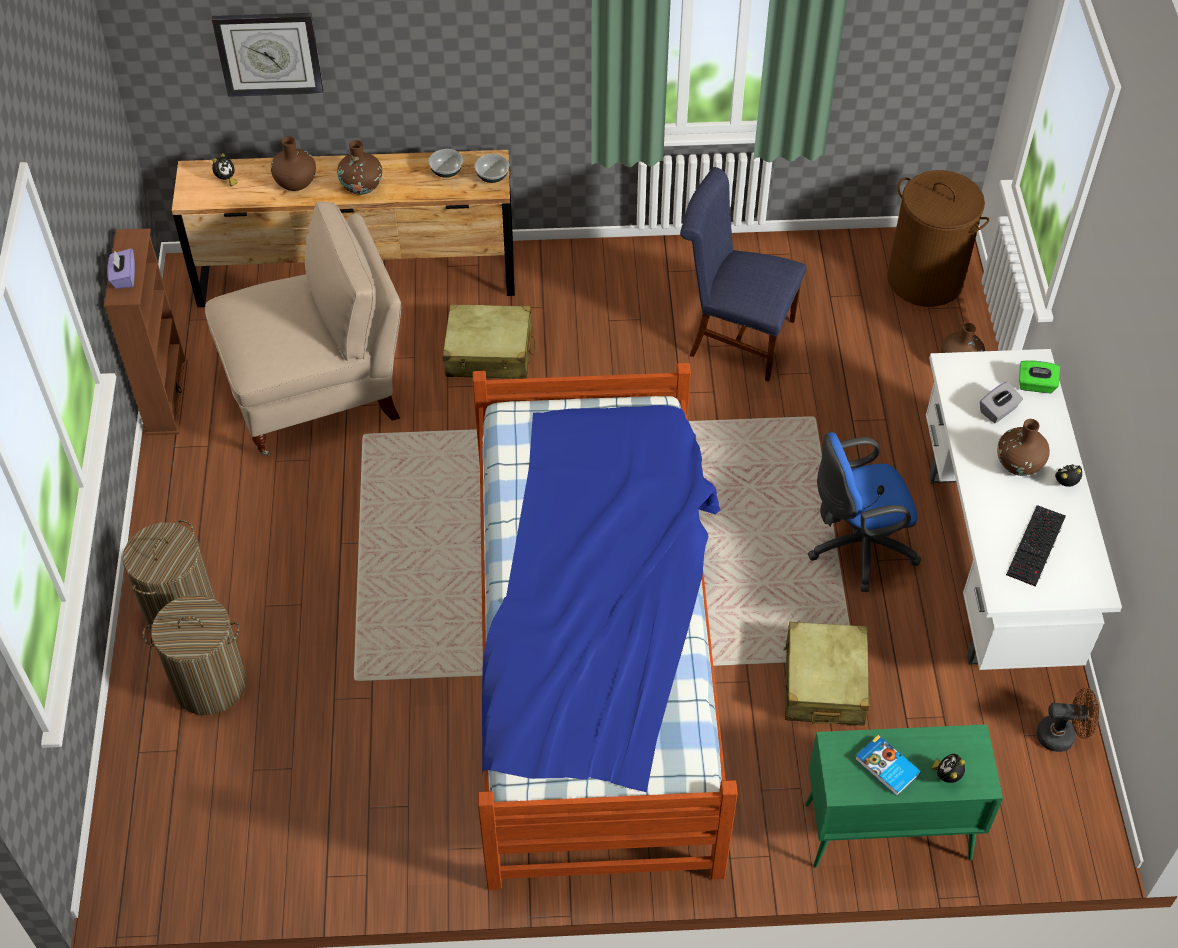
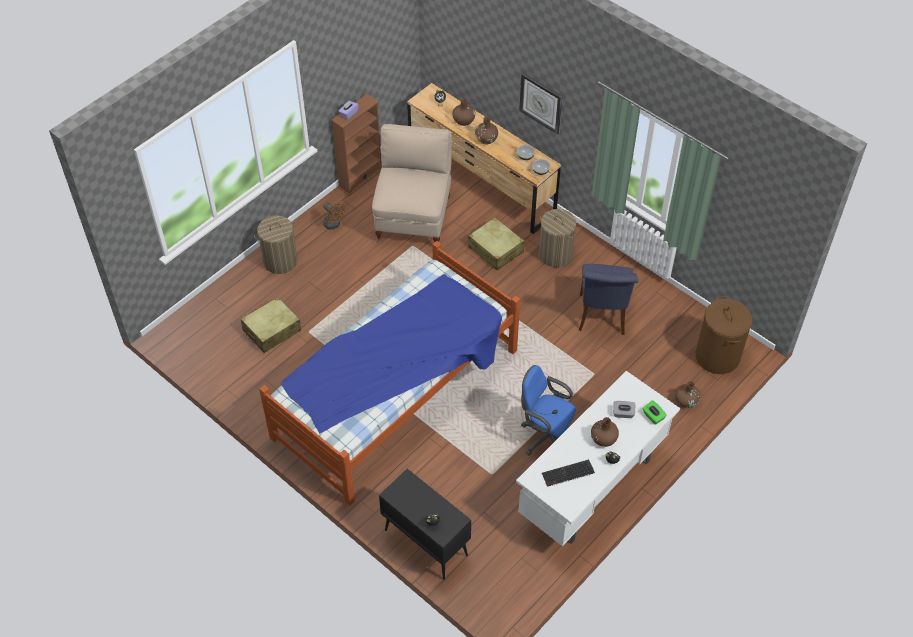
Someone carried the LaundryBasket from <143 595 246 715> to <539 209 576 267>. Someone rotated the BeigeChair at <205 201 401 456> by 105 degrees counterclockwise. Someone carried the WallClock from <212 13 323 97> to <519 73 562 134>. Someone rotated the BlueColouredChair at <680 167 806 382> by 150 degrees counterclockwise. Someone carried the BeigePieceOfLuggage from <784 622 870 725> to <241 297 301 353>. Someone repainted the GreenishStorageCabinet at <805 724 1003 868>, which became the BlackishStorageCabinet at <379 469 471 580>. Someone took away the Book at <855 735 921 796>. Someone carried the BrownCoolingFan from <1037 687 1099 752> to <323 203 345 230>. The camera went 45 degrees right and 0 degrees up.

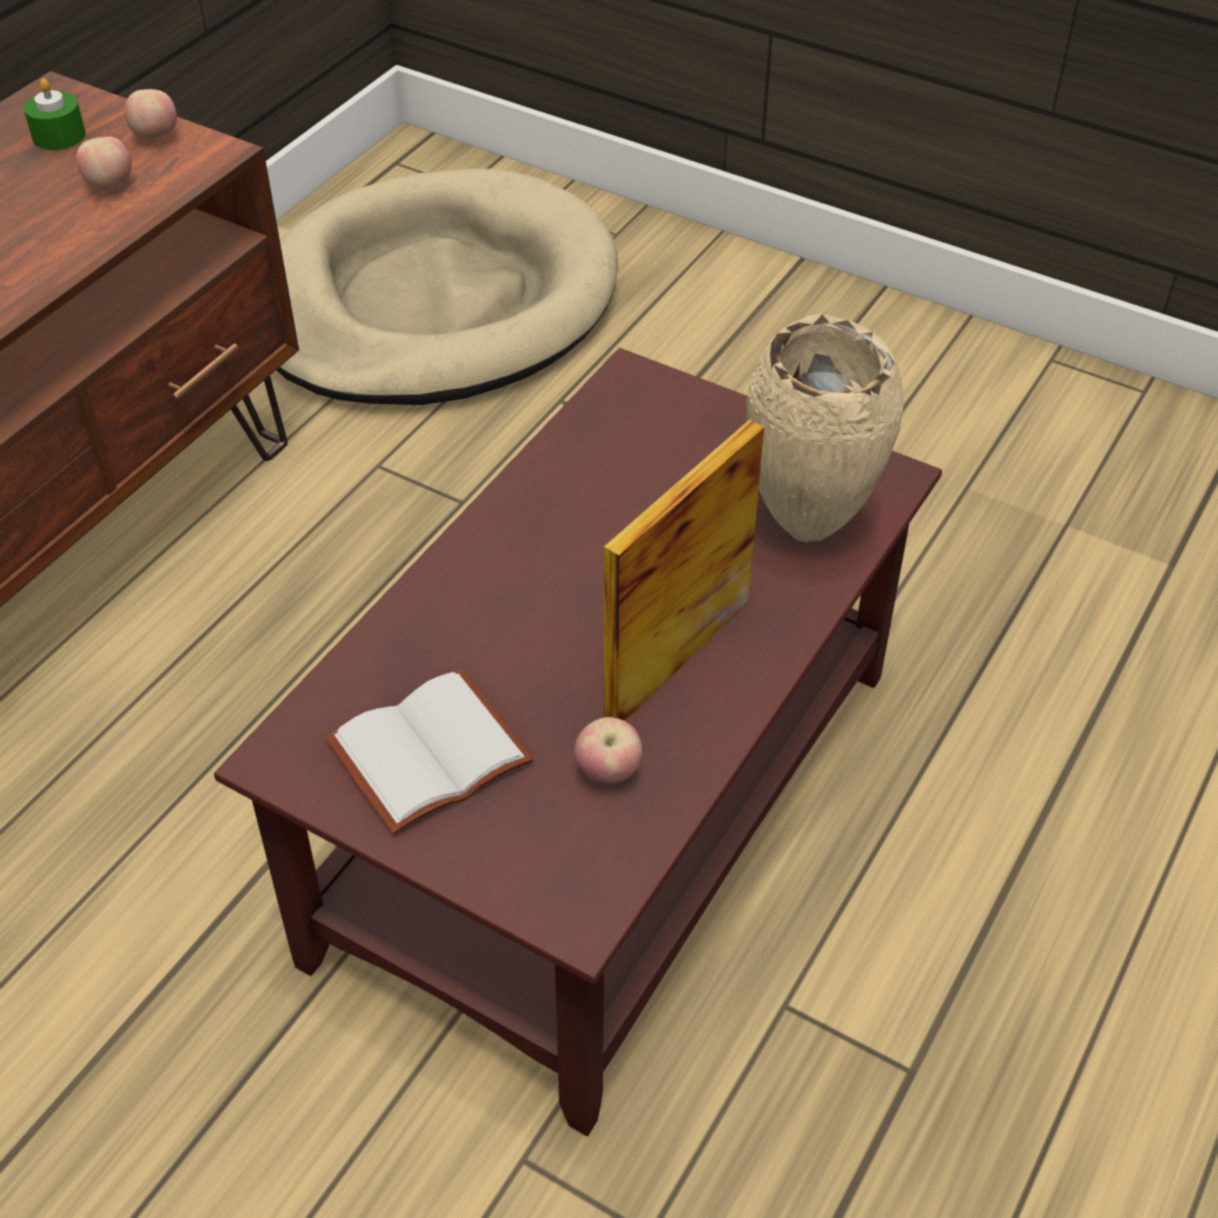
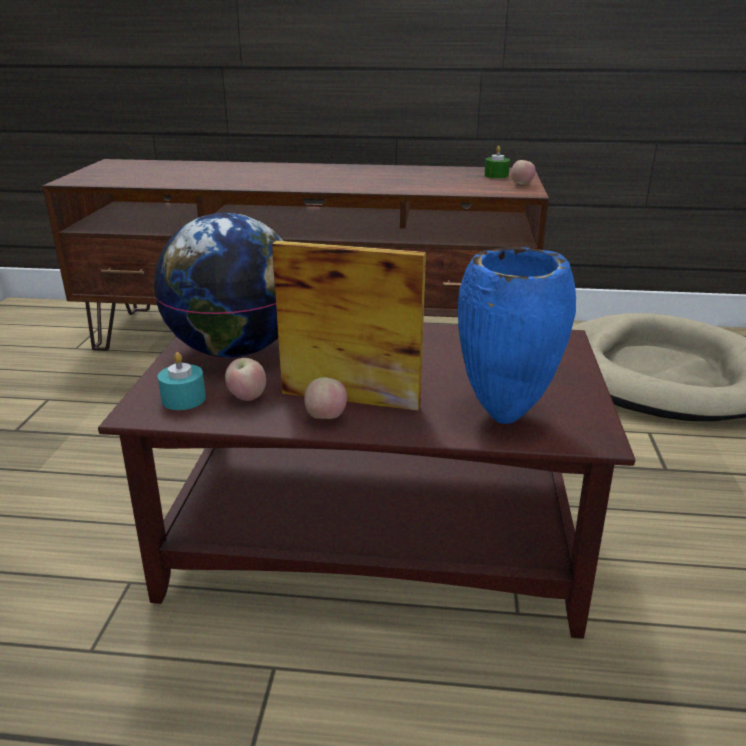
Someone carried the Apple from <76 137 132 191> to <304 377 347 419>. Someone swapped the WhiteBook at <326 670 533 834> for the WorldGlobe at <153 213 283 358>. Someone repainted the BeigeVase at <746 314 904 542>, which became the BlueColouredVase at <458 247 576 424>. Someone put down the BlueGreenCandle at <158 352 206 410>. The camera went 65 degrees right and 20 degrees down.

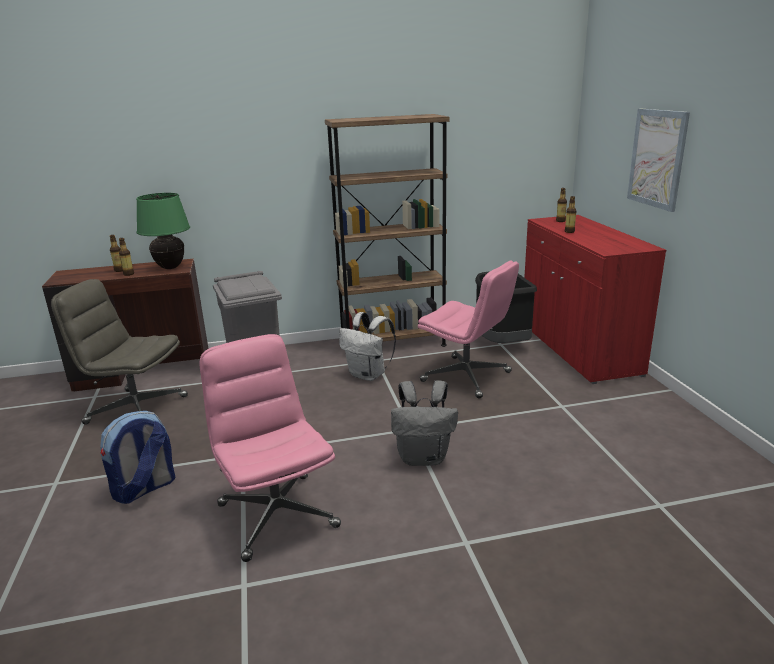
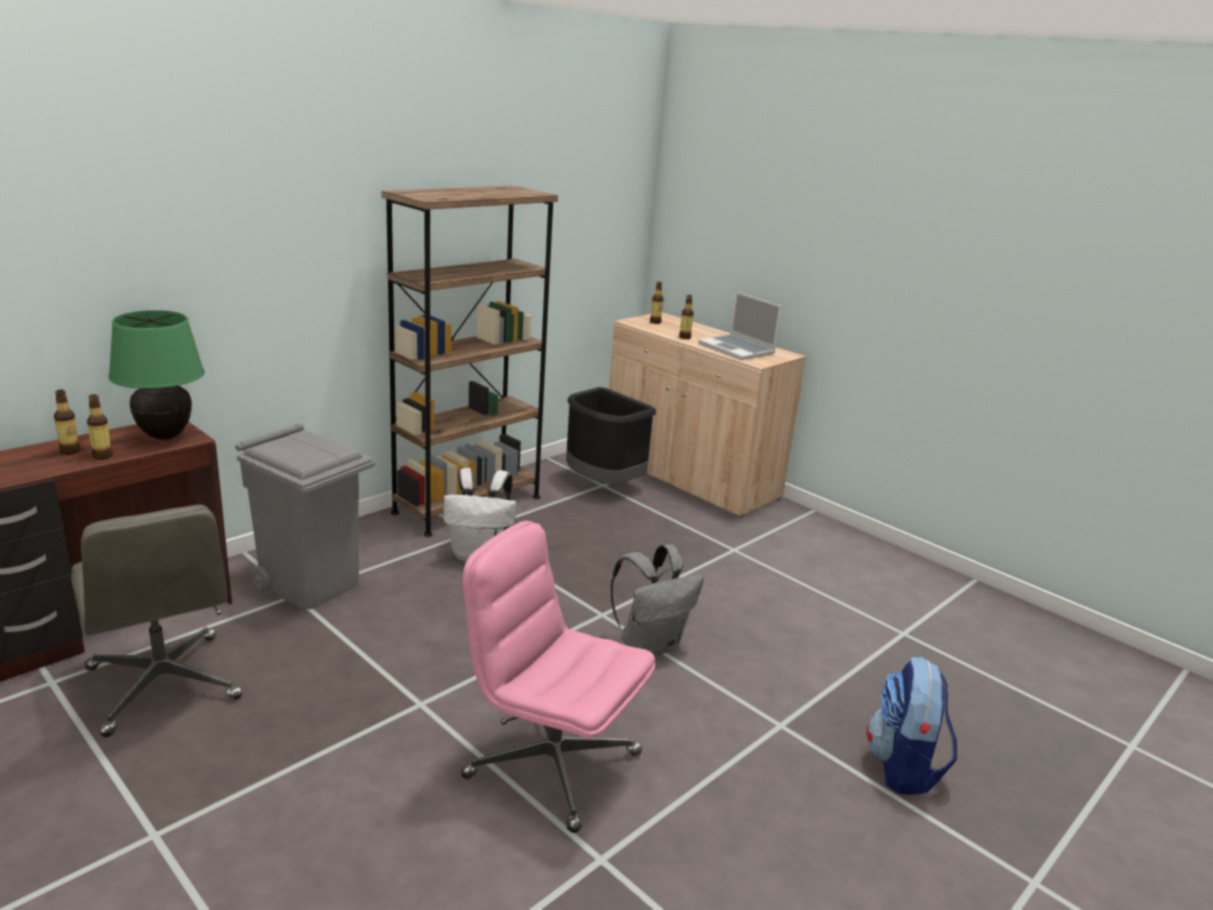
Someone rotated the GreyOfficeChair at <51 279 188 425> by 105 degrees counterclockwise. Someone carried the Backpack from <100 411 175 504> to <866 657 957 795>. Someone took away the PinkOfficeChair at <418 260 519 399>. Someone repainted the RedStorageCabinet at <524 215 666 384>, which became the BeigeStorageCabinet at <609 312 806 518>. Someone took away the WallPicture at <627 109 690 212>. Someone put down the Laptop at <698 291 782 360>. The camera went 35 degrees left and 0 degrees up.

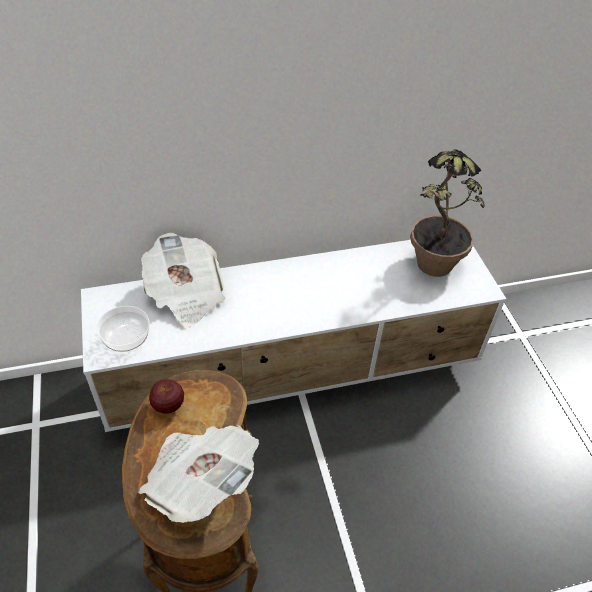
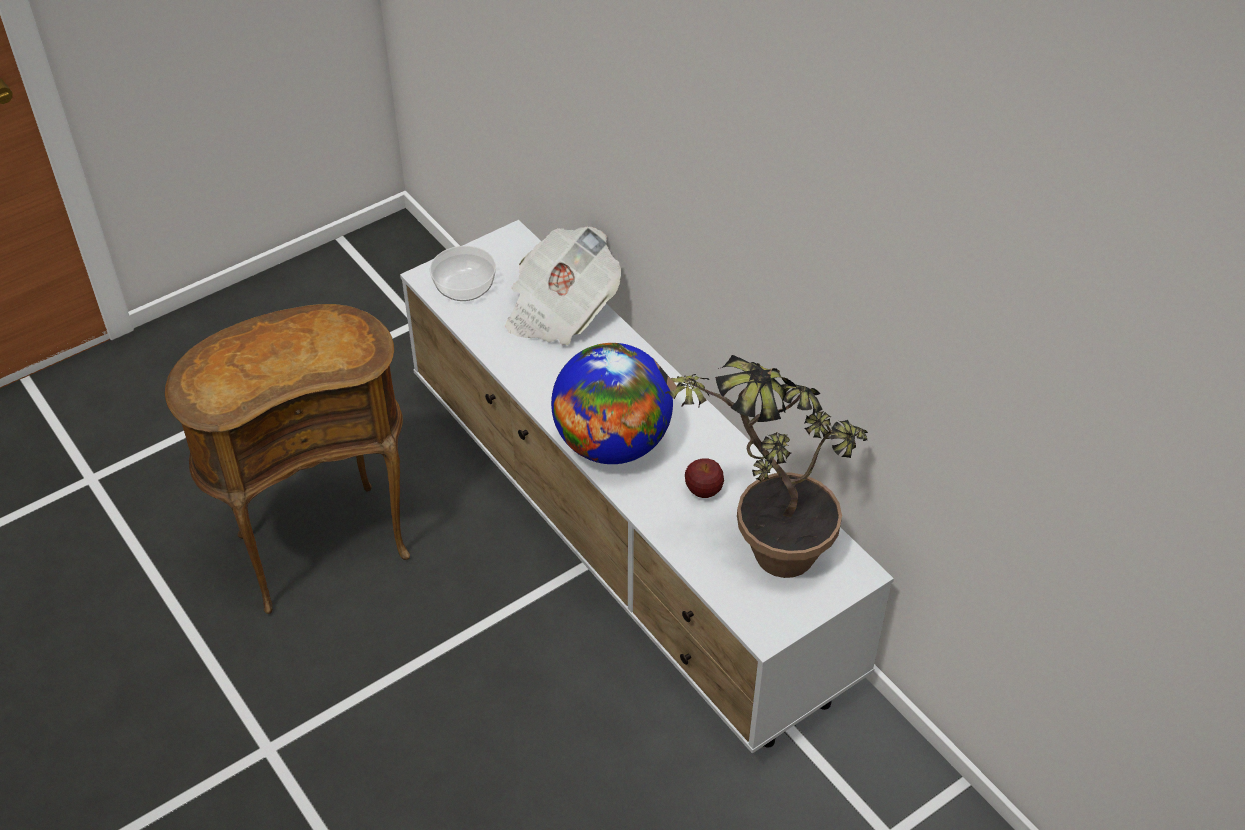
Someone took away the PrintedPaper at <138 425 259 523>. Someone carried the Apple from <149 379 184 414> to <685 459 724 498>. Someone put down the WorldGlobe at <551 343 673 464>. The camera went 70 degrees right and 0 degrees up.

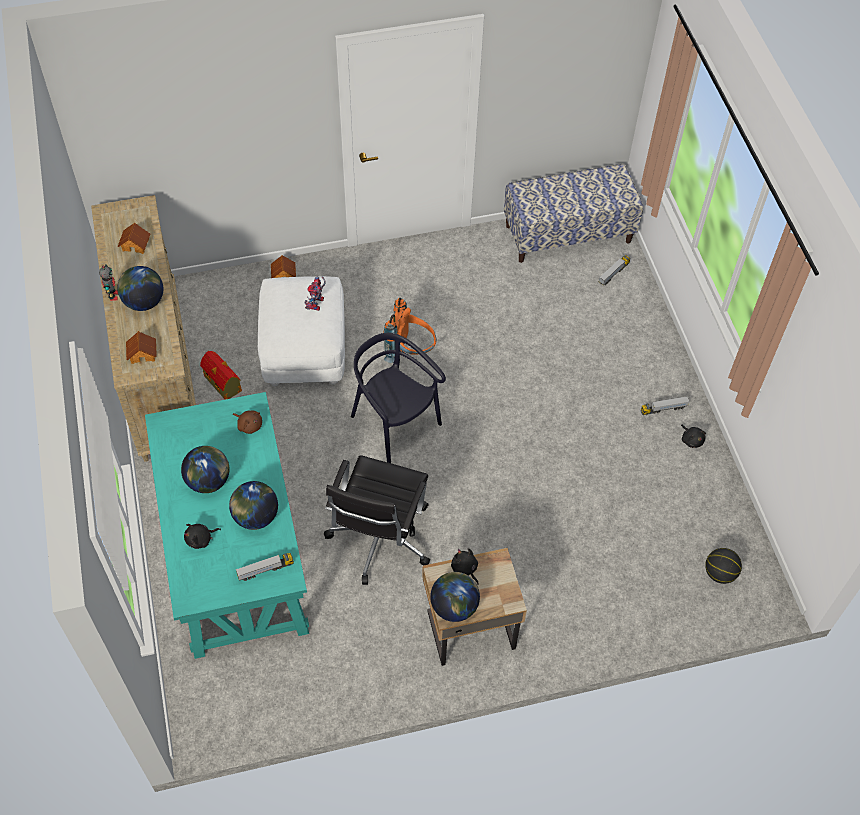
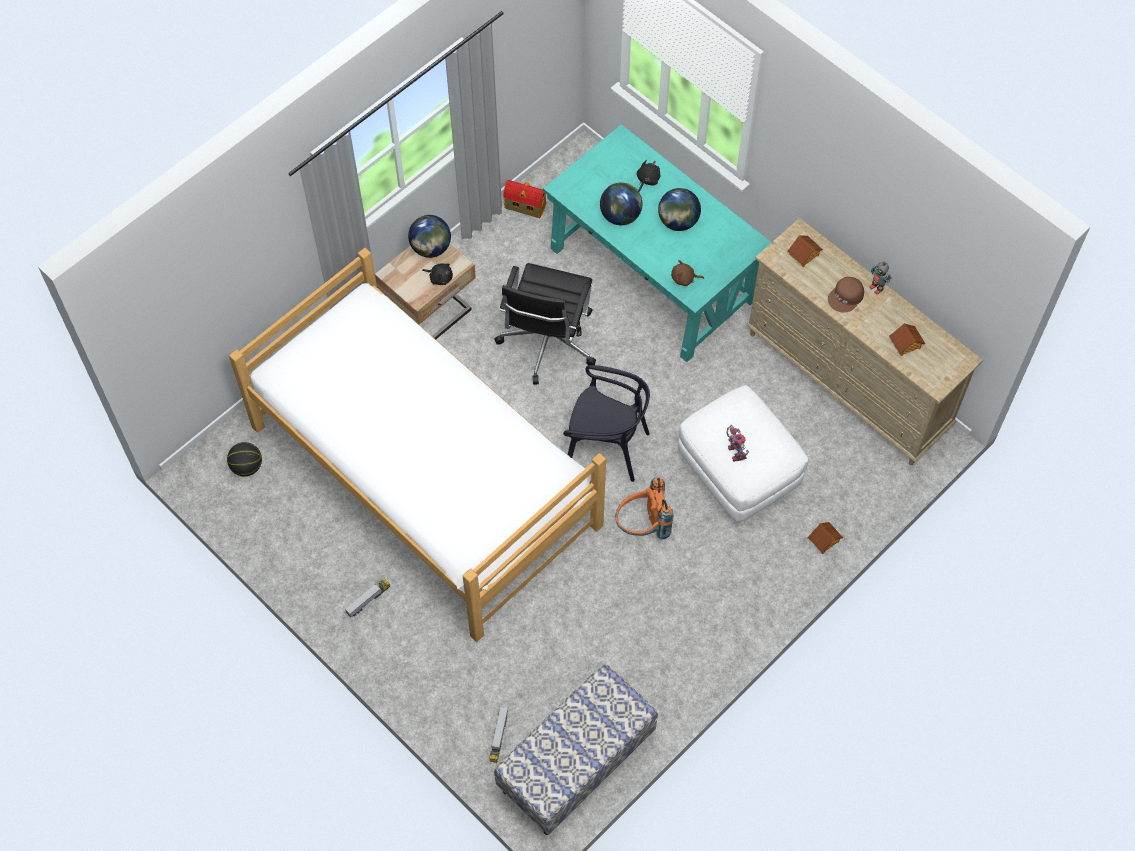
Someone swapped the WorldGlobe at <117 266 163 311> for the BrownPeakedCap at <828 277 864 313>. Someone carried the ToyHouse from <200 351 242 400> to <503 180 546 218>. Someone took away the ModelTruck at <236 553 294 581>. Someone rotated the BlackishOfficeChair at <324 455 430 585> by 150 degrees counterclockwise. Someone took away the BlackishPlushToy at <681 425 706 448>. Someone put down the Bed at <229 248 606 642>. The camera went 150 degrees right and 5 degrees up.

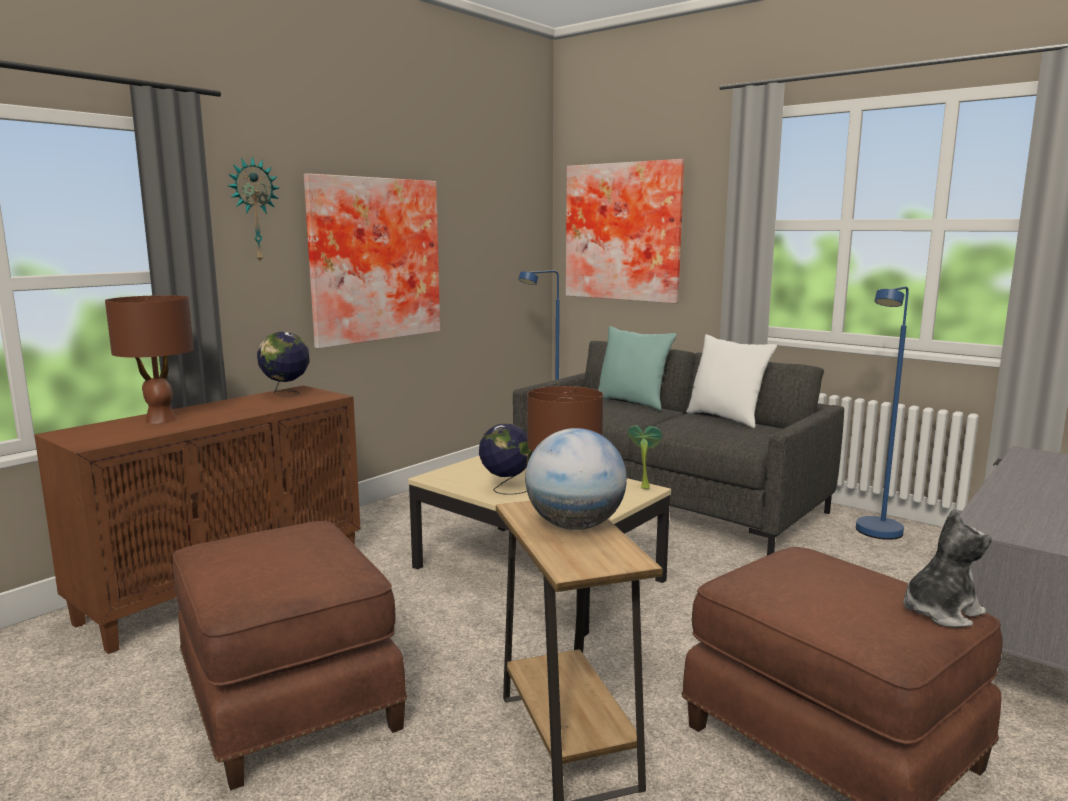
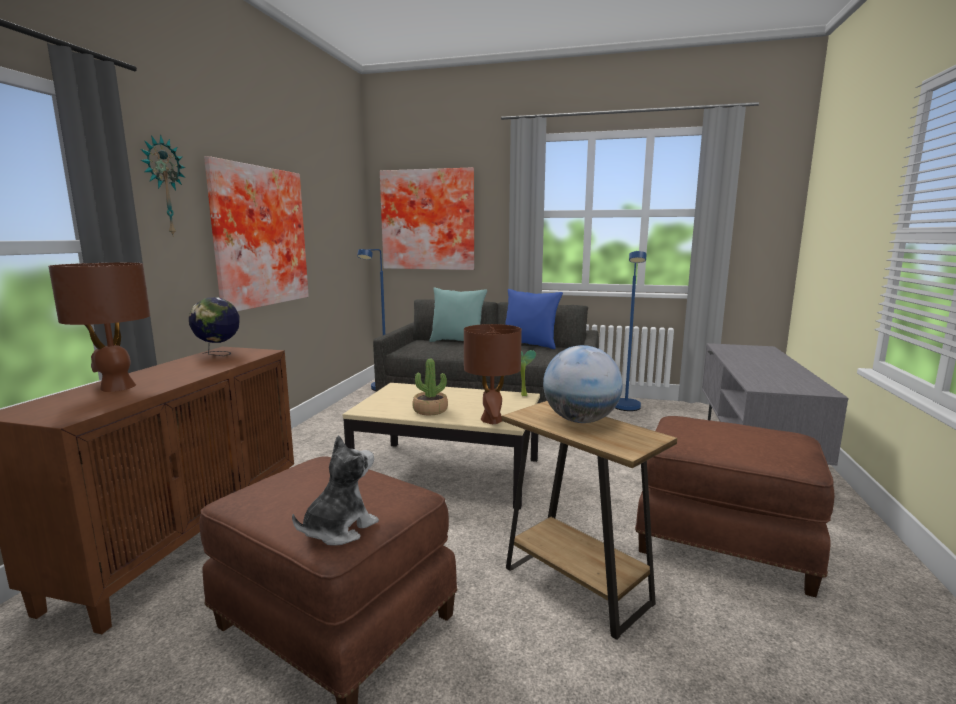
Someone swapped the WorldGlobe at <479 424 532 495> for the PlantInAPot at <412 359 448 415>. Someone repainted the WhitePillow at <687 334 777 428>, which became the BlueColouredPillow at <505 289 563 349>. Someone carried the PlushToy from <903 509 992 628> to <292 435 379 545>. The camera went 25 degrees left and 0 degrees up.

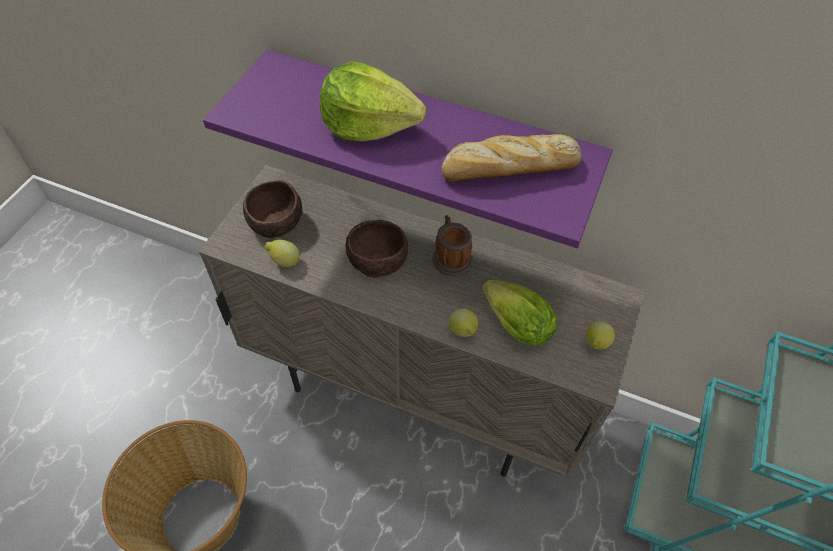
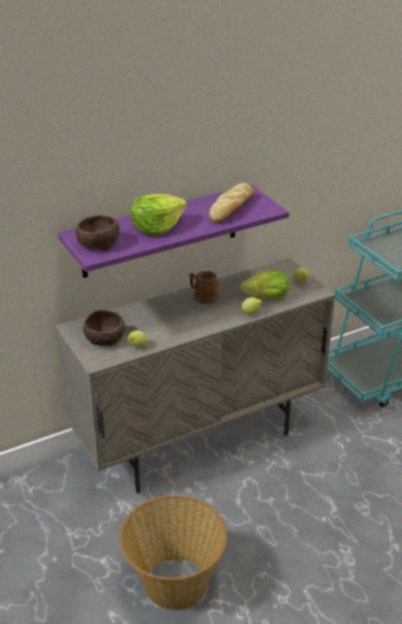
Someone carried the BrownBowl from <345 220 408 278> to <76 215 120 251>. The camera went 50 degrees left and 20 degrees down.

